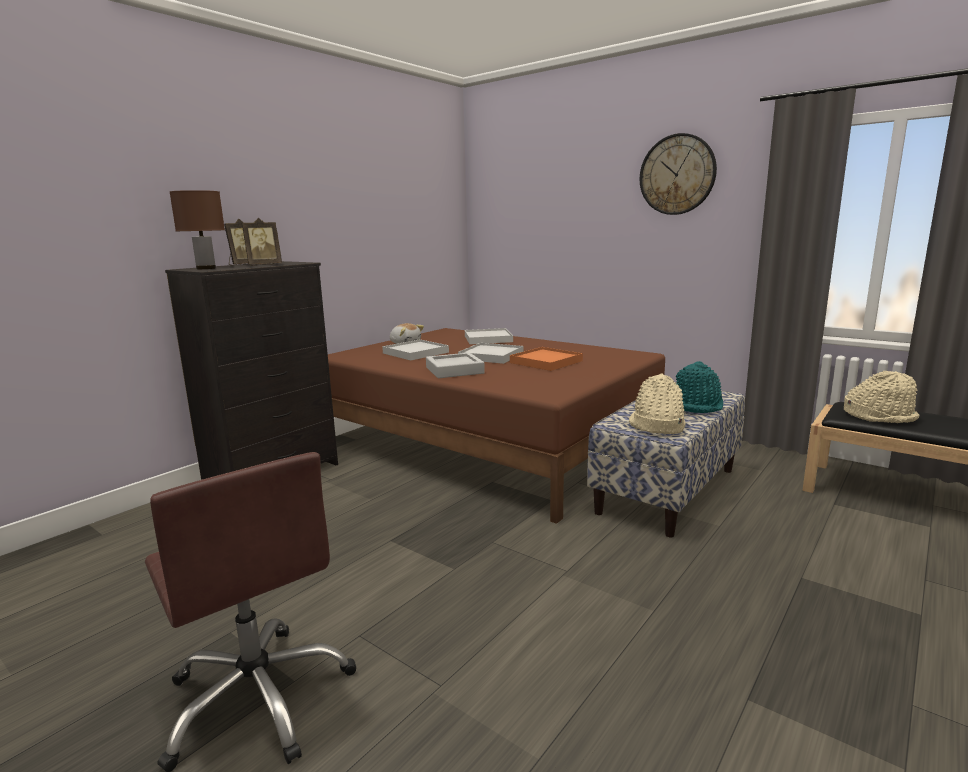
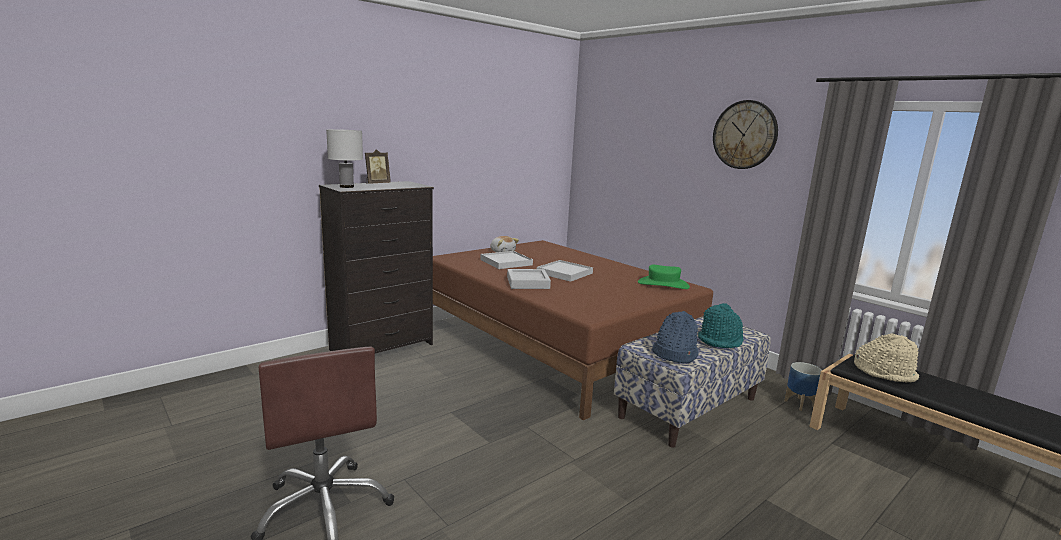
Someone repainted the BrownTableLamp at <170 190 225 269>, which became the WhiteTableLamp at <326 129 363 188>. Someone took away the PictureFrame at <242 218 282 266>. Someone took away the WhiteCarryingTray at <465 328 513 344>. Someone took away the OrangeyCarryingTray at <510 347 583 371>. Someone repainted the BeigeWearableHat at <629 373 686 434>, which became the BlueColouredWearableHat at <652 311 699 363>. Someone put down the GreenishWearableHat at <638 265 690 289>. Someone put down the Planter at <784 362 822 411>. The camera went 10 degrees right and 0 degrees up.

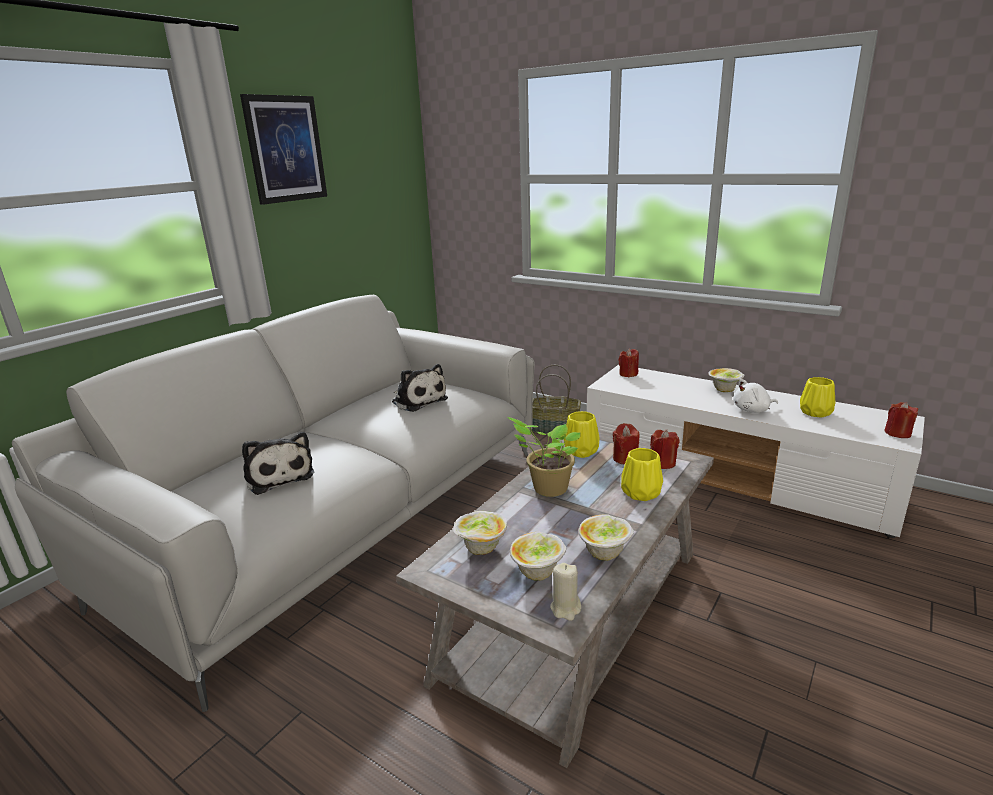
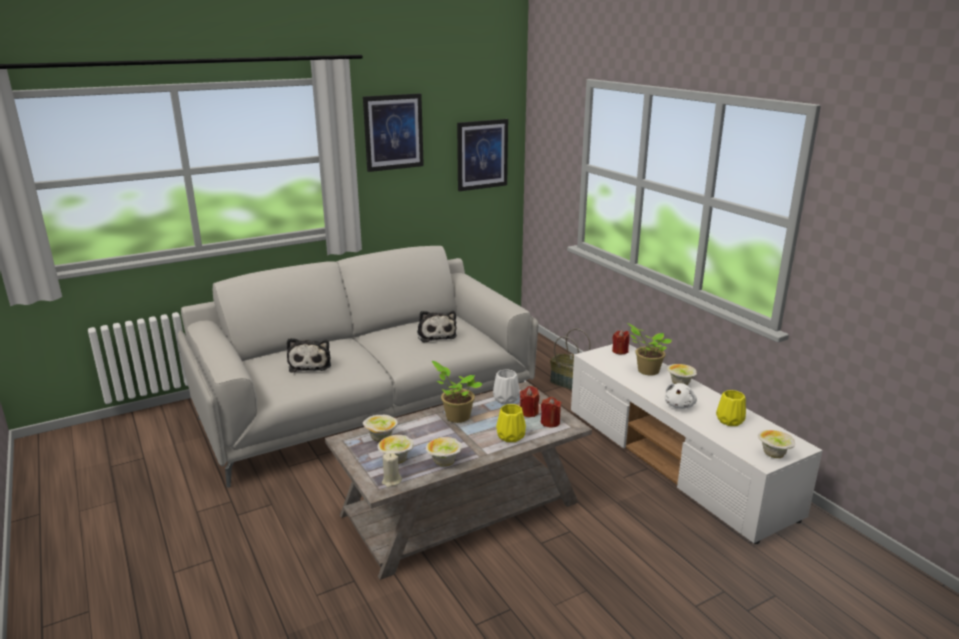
Someone repainted the YellowVase at <564 411 600 458>, which became the WhiteVase at <493 369 520 404>. Someone rotated the WhitePlushToy at <733 379 778 413> by 75 degrees counterclockwise. Someone swapped the RedCandle at <884 402 918 438> for the Bowl at <758 430 795 458>. Someone put up the WallPicture at <457 119 508 191>. Someone put down the PlantInAPot at <627 323 672 376>. The camera went 25 degrees right and 0 degrees up.

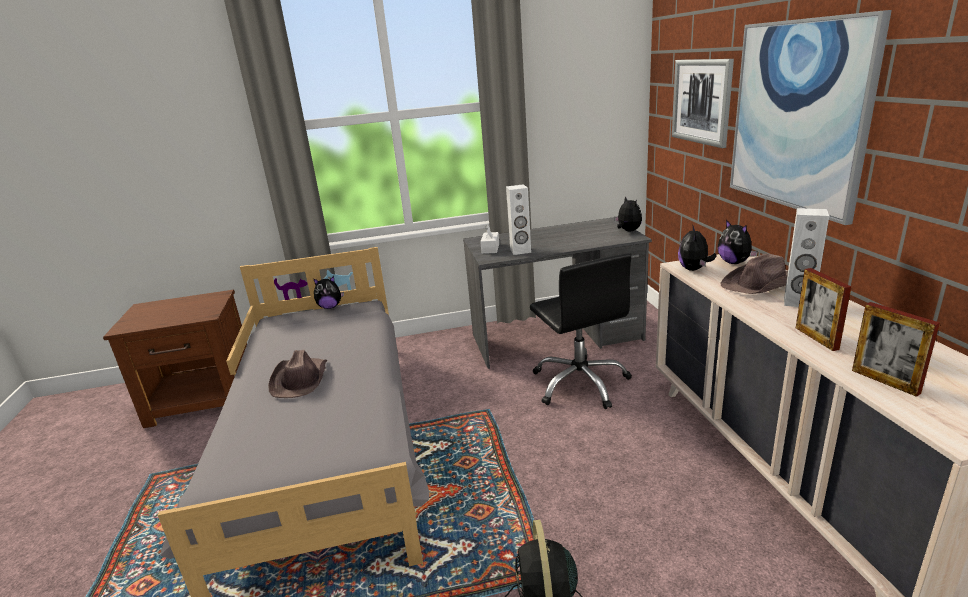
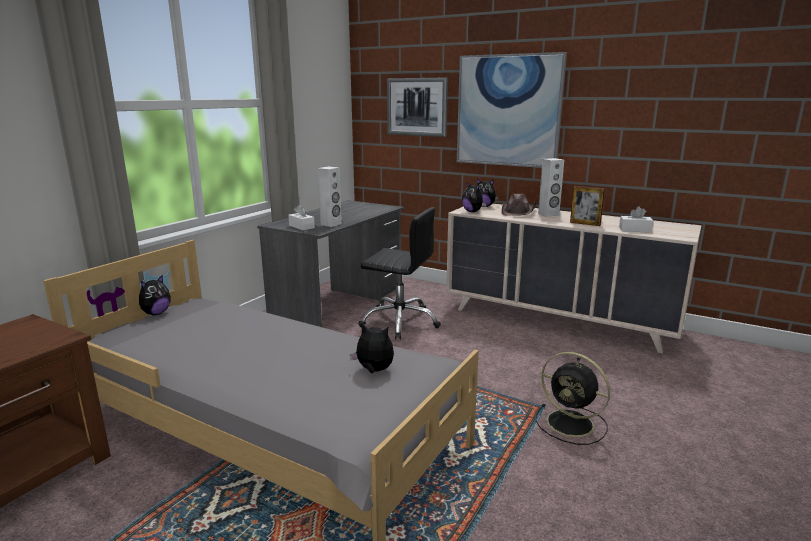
Someone took away the BrownWearableHat at <268 350 327 398>. Someone carried the PlushToy from <615 196 642 231> to <350 323 394 373>. Someone swapped the PictureFrame at <852 302 940 397> for the WhiteBoxOfTissues at <619 206 653 233>. The camera went 50 degrees left and 5 degrees down.

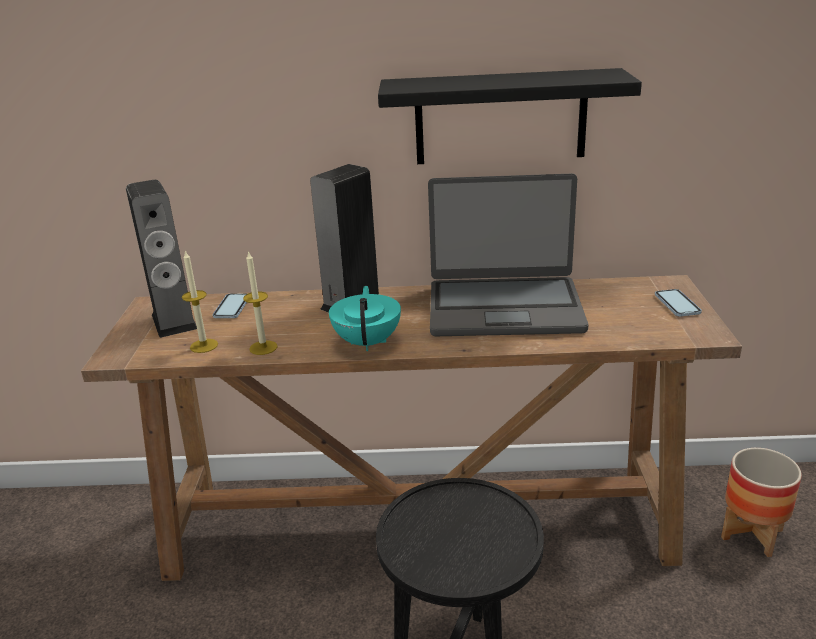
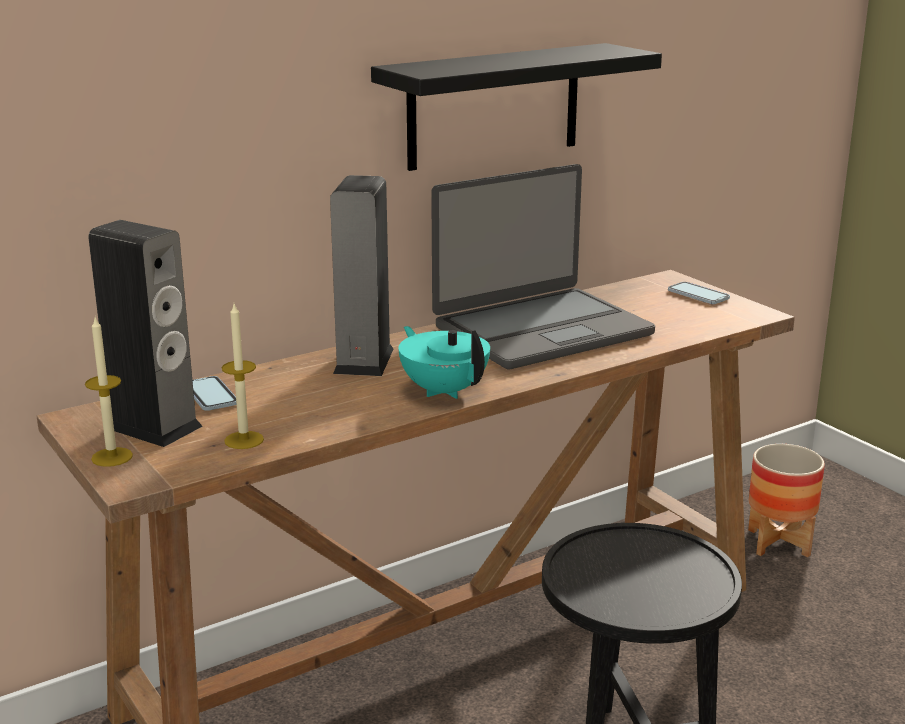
Someone carried the Candle from <243 251 278 355> to <85 317 133 467>. The camera went 35 degrees left and 5 degrees down.

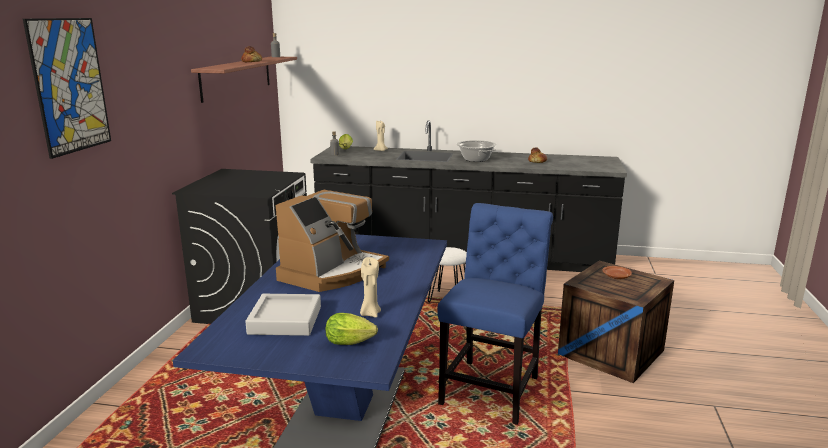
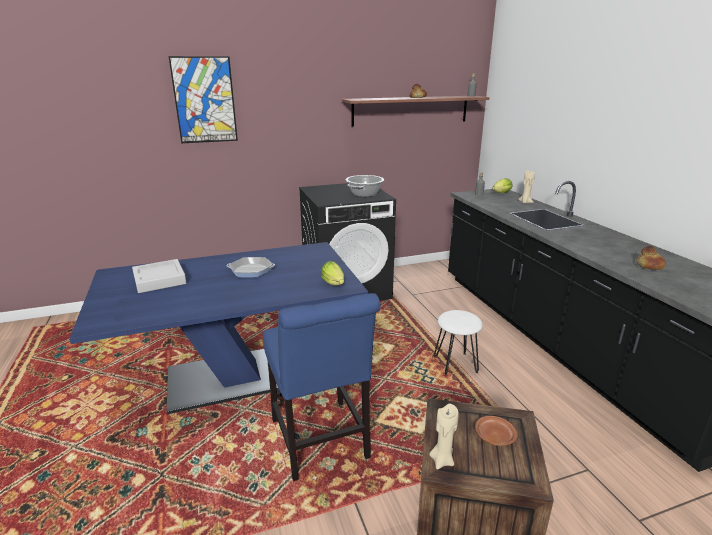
Someone swapped the CoffeeBrewer at <276 190 389 292> for the FryingPan at <226 257 275 278>. Someone carried the Lettuce from <326 313 378 345> to <321 261 344 285>. Someone carried the BeigeCandle from <360 257 381 318> to <429 404 459 470>. Someone rotated the BlueColouredChair at <438 203 553 425> by 75 degrees clockwise. Someone carried the Saucepot from <457 140 497 162> to <346 175 384 197>. The camera went 60 degrees right and 5 degrees up.

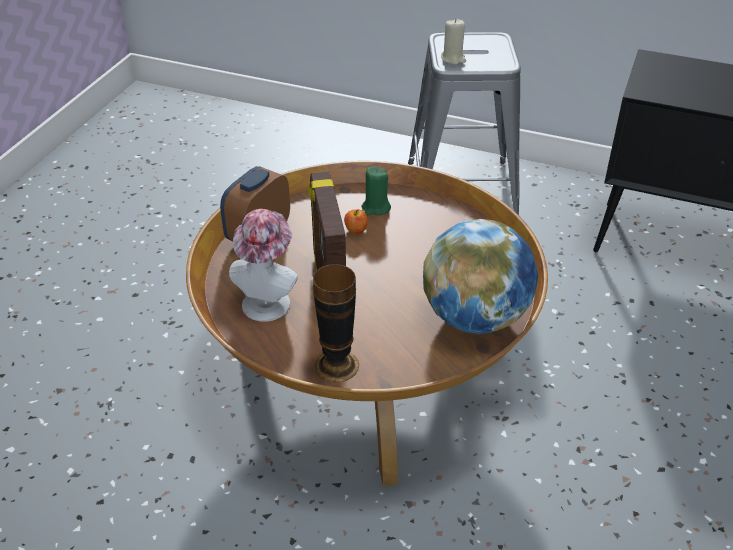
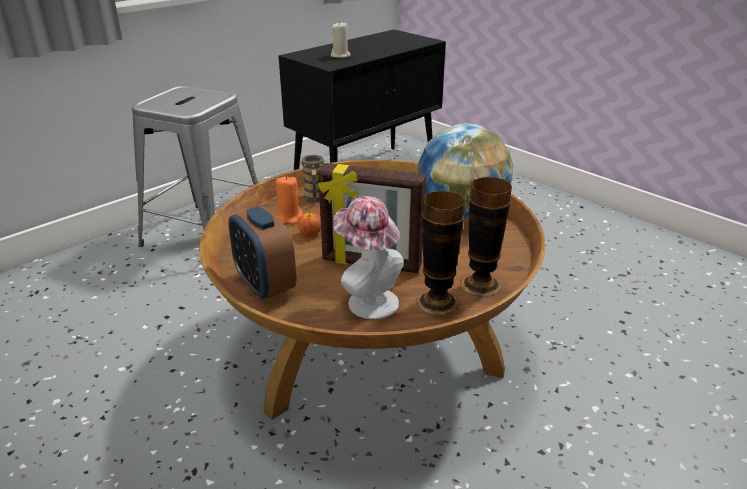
Someone repainted the GreenishCandle at <362 167 391 215>, which became the OrangeyCandle at <276 176 303 224>. Someone carried the BeigeCandle from <441 19 466 65> to <331 21 351 58>. Someone put down the CoffeeMug at <299 155 325 202>. Someone put down the Vase at <416 191 465 315>. The camera went 65 degrees left and 10 degrees down.

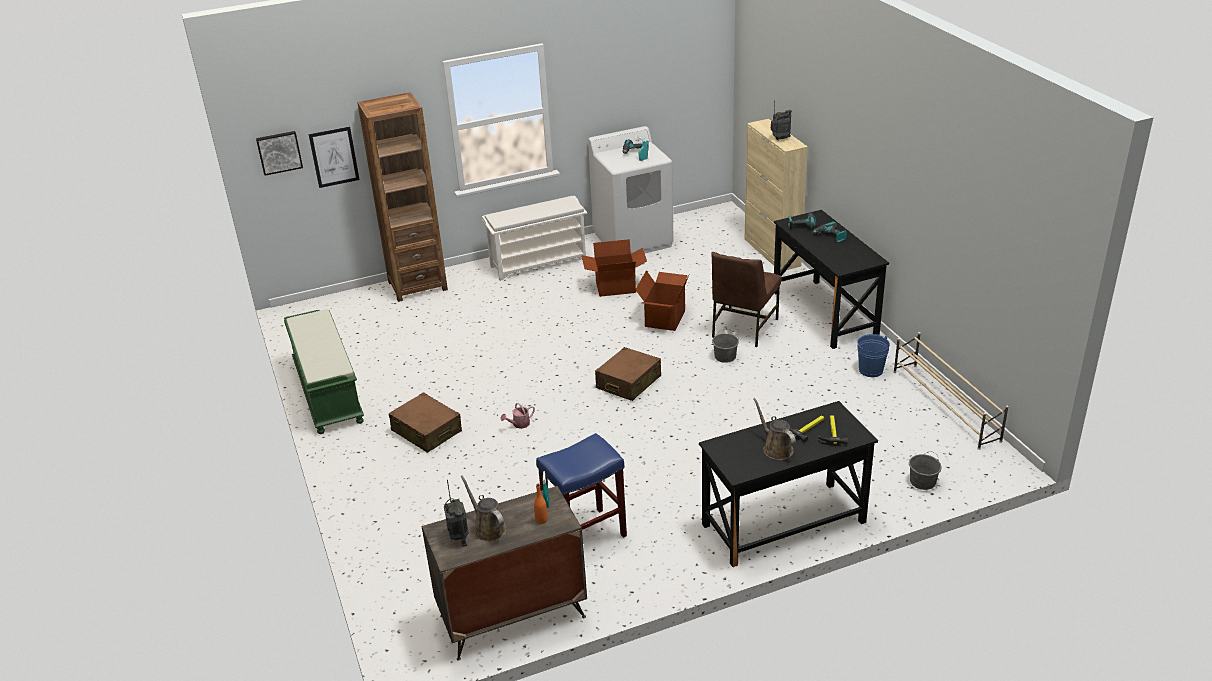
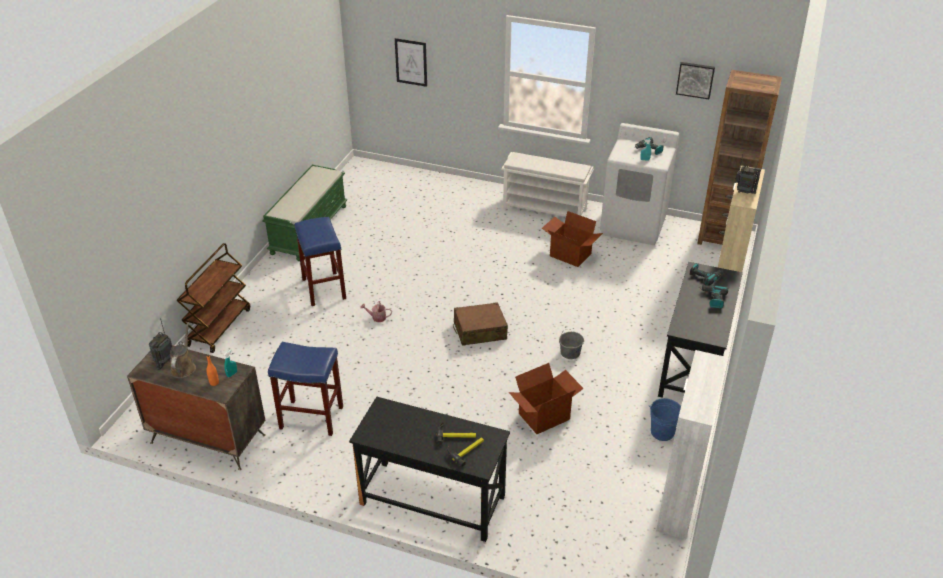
Someone carried the WallPicture from <256 131 303 176> to <676 62 715 99>. Someone carried the BrownBookshelf from <357 92 448 302> to <697 70 782 245>. Someone swapped the BrownPieceOfLuggage at <389 392 462 453> for the BlueColouredStoolSeat at <295 217 346 306>. Someone carried the Carton from <635 270 689 331> to <509 363 584 434>. Someone took away the BrownChair at <711 252 782 347>. Someone took away the BrownSprinklingCan at <753 398 796 460>. Someone swapped the BeigeShoeShelf at <893 332 1009 450> for the WhiteStorageCabinet at <656 350 727 540>. Someone took away the GreyBucket at <909 452 942 490>. Someone put down the BrownTrolley at <177 243 250 353>. The camera went 40 degrees right and 5 degrees up.

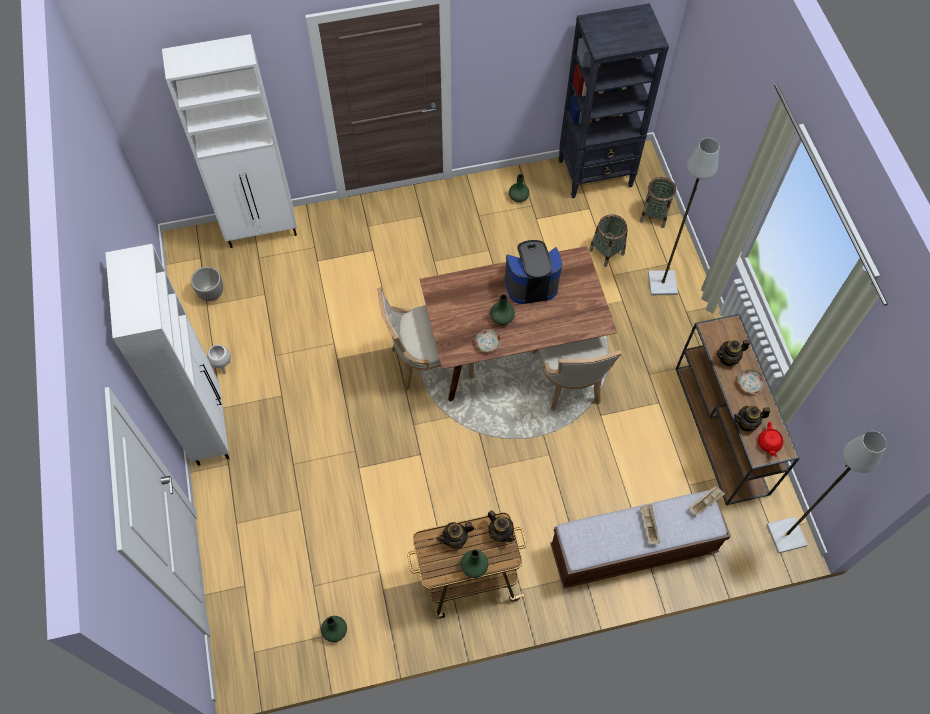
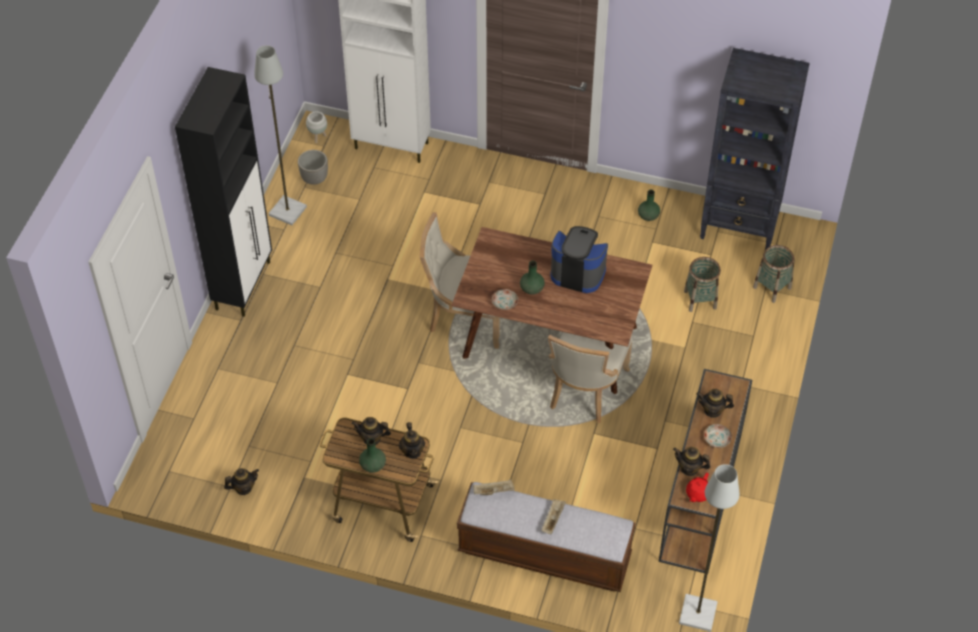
Someone repainted the WhiteStorageCabinet at <106 244 229 466>, which became the BlackishStorageCabinet at <175 67 272 317>. Someone carried the WhitePlanter from <207 345 231 374> to <306 111 327 143>. Someone swapped the GreenishVase at <321 616 347 642> for the TeaPot at <224 468 259 495>. Someone carried the GreyStandingLamp from <648 138 719 295> to <254 45 307 225>. Someone carried the BeigeCarryingTray from <689 486 725 516> to <473 479 515 495>. The camera went 30 degrees right and 10 degrees down.

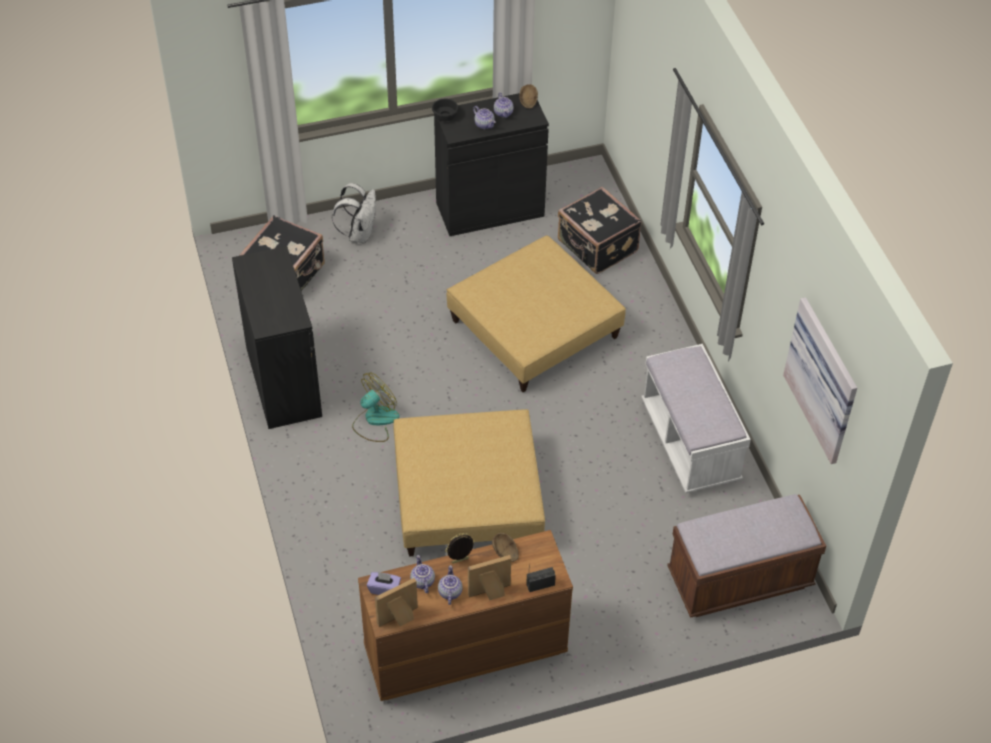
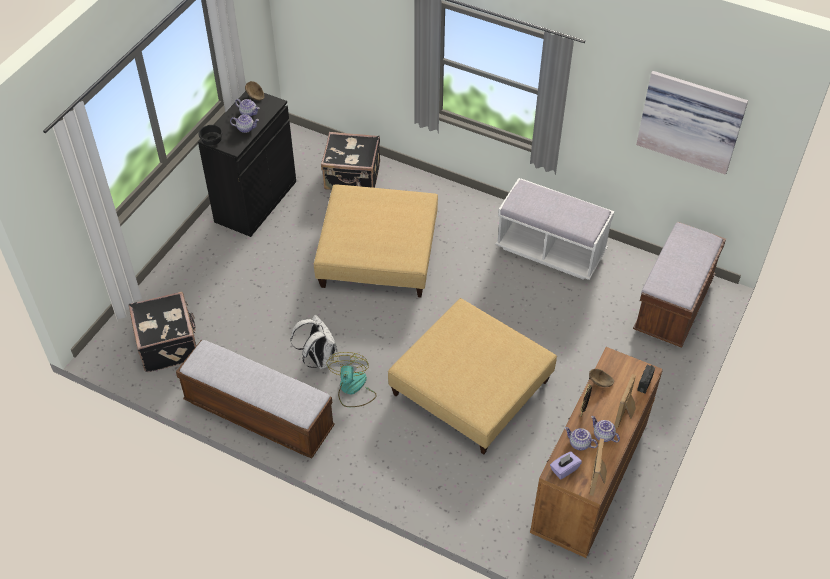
Someone swapped the BlackishStorageCabinet at <232 246 322 429> for the IndoorBench at <176 340 335 458>. Someone carried the WhiteBackpack from <332 183 376 244> to <290 315 338 370>. The camera went 45 degrees left and 0 degrees up.

